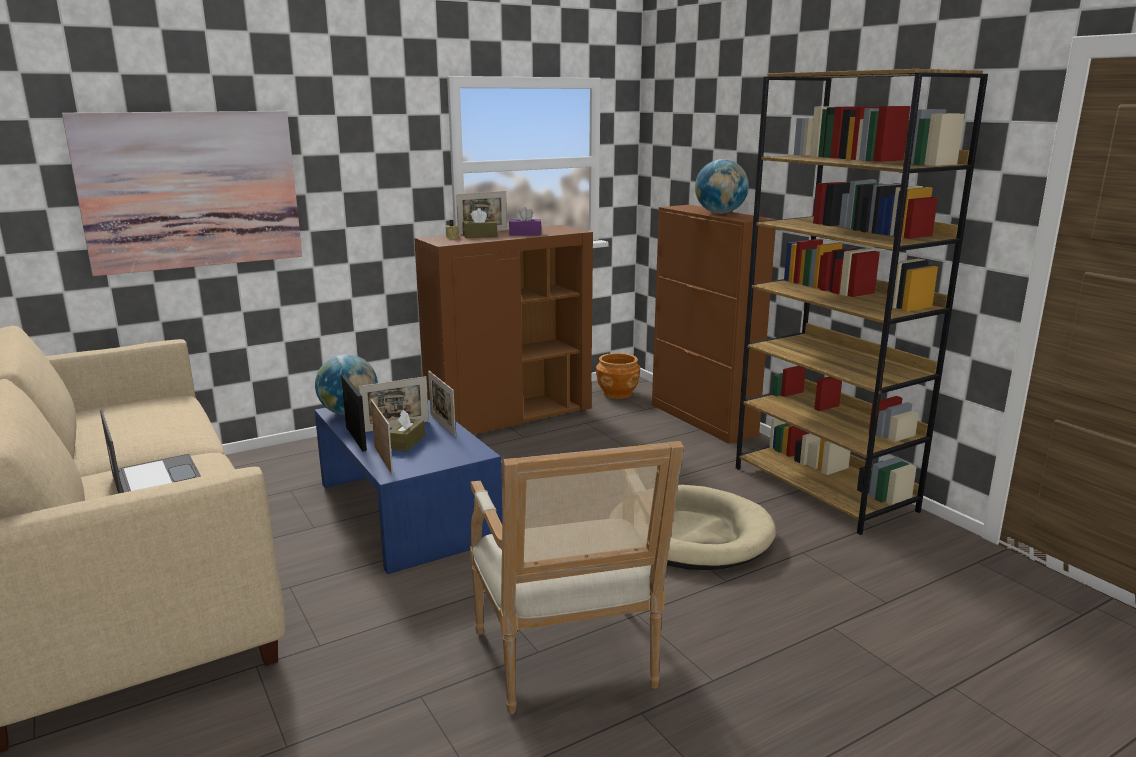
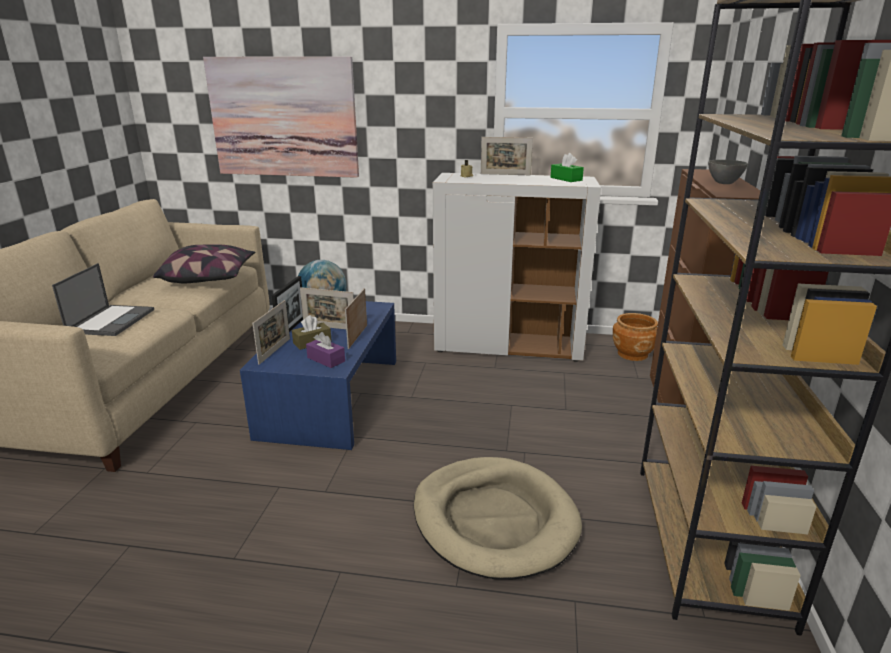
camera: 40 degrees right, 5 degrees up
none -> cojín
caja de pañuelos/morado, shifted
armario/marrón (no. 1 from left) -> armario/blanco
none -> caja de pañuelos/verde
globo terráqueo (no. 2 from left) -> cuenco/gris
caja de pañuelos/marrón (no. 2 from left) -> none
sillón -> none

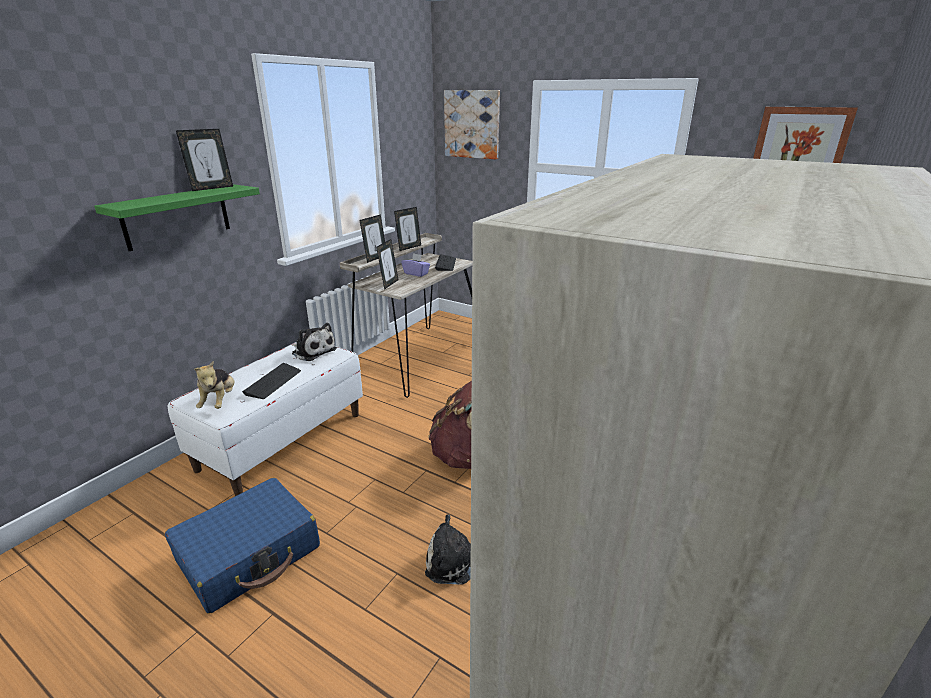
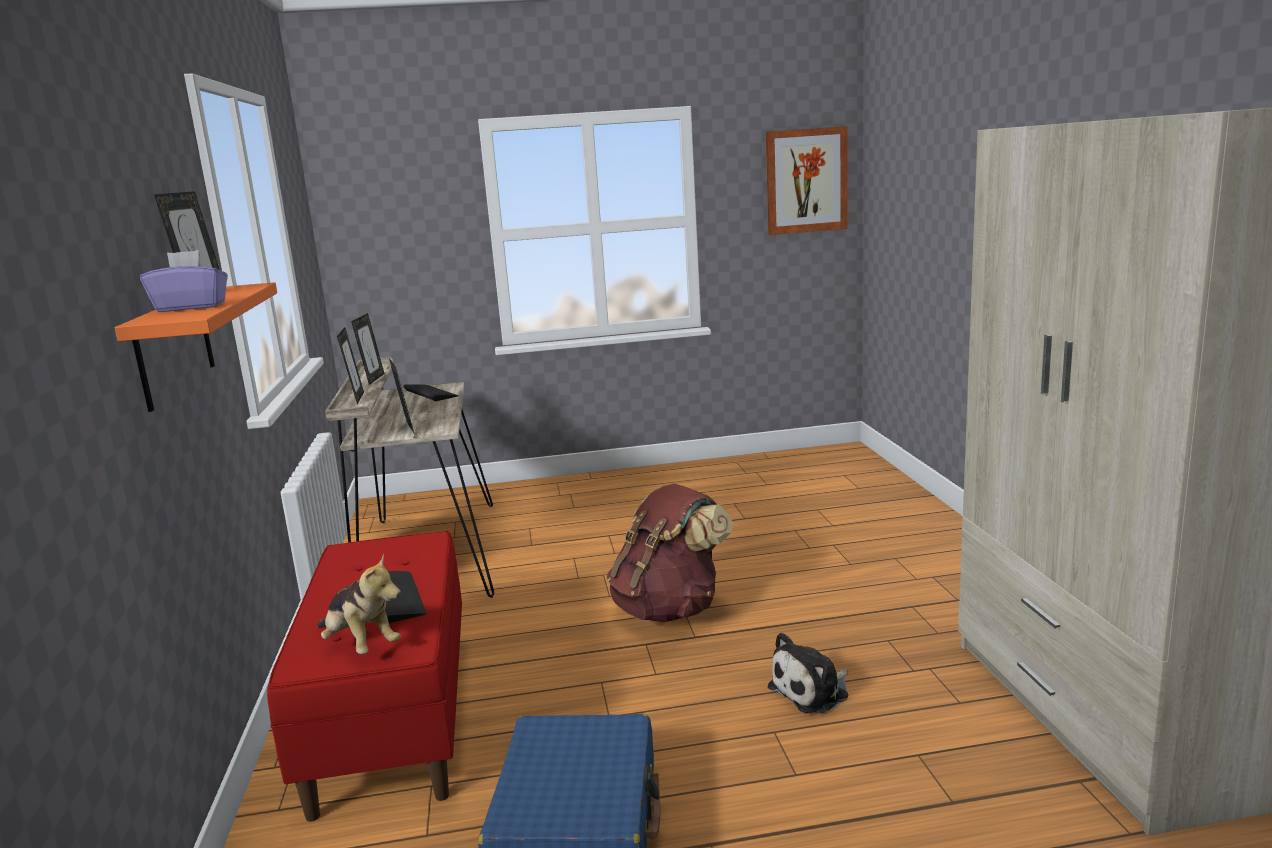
camera: 40 degrees left, 10 degrees down
estante/verde -> estante/naranja
caja de pañuelos/morado, shifted
banco/blanco -> banco/rojo
peluche (no. 2 from left) -> none
cuadro (no. 1 from left) -> none

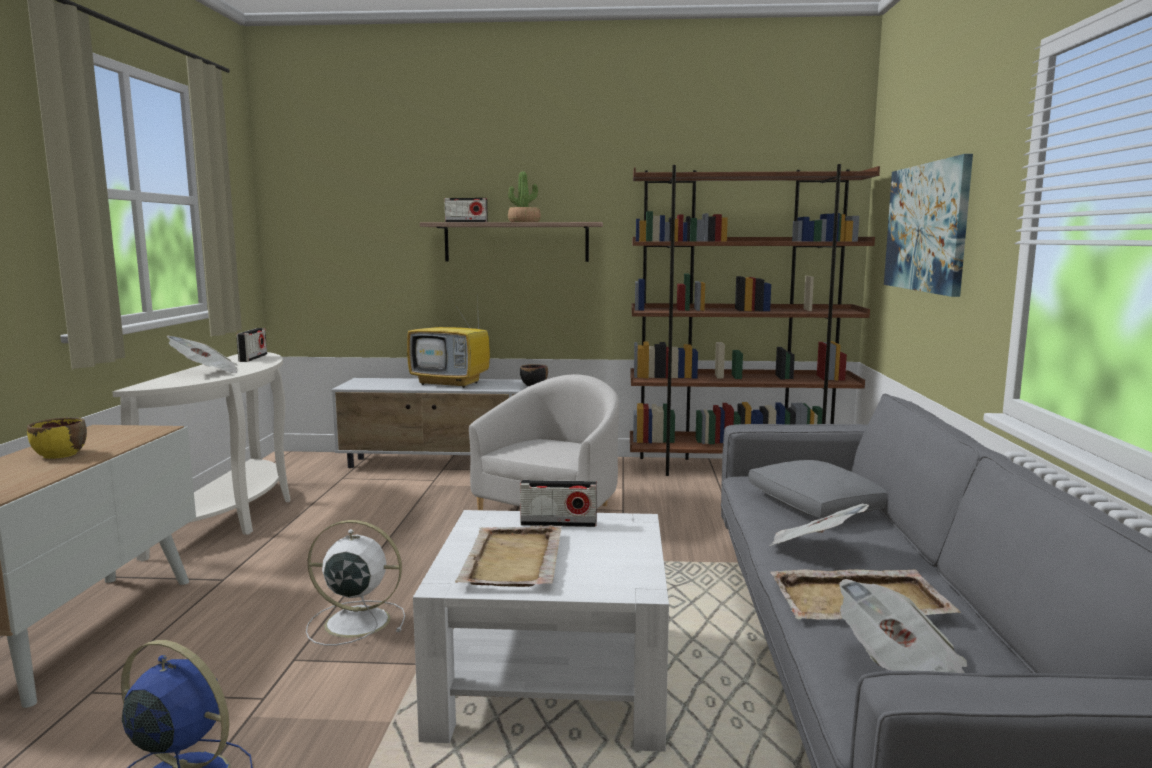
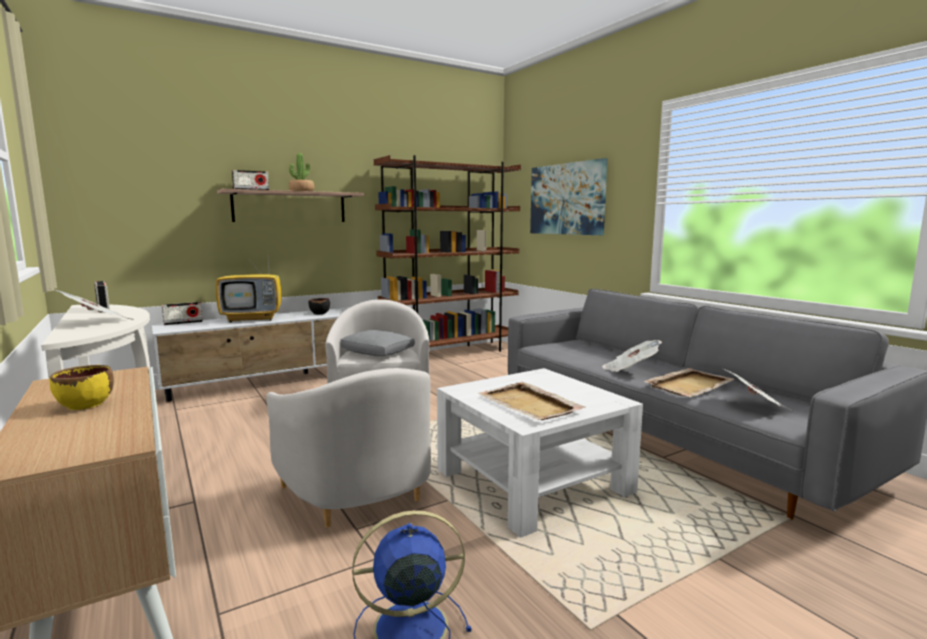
camera: 35 degrees left, 0 degrees up
radio (no. 3 from left in the first image) -> radio (no. 2 from left), shifted
ventilador/blanco -> sillón/blanco (no. 1 from left)
cojín/gris, shifted

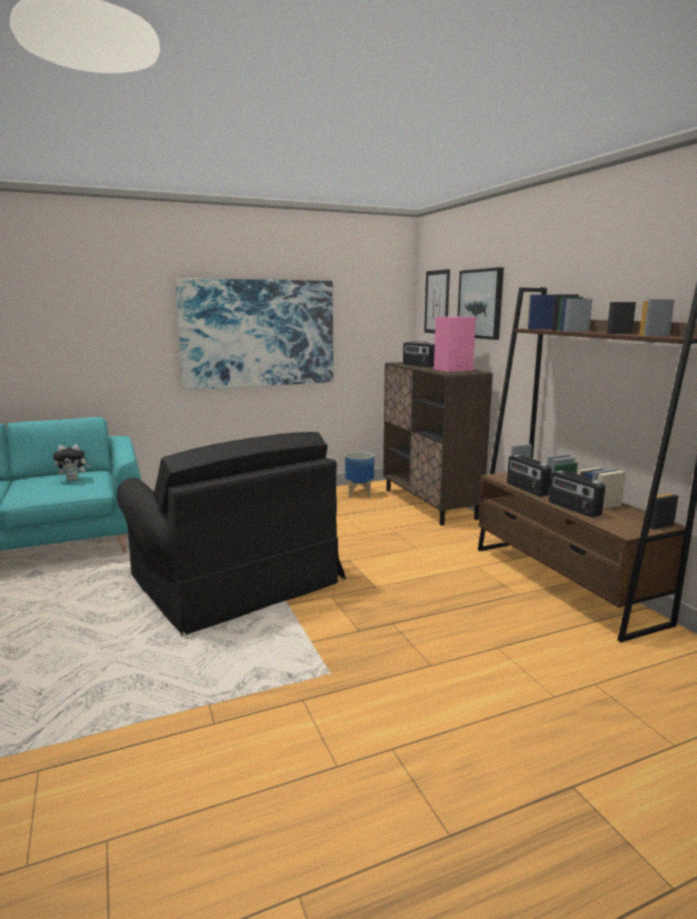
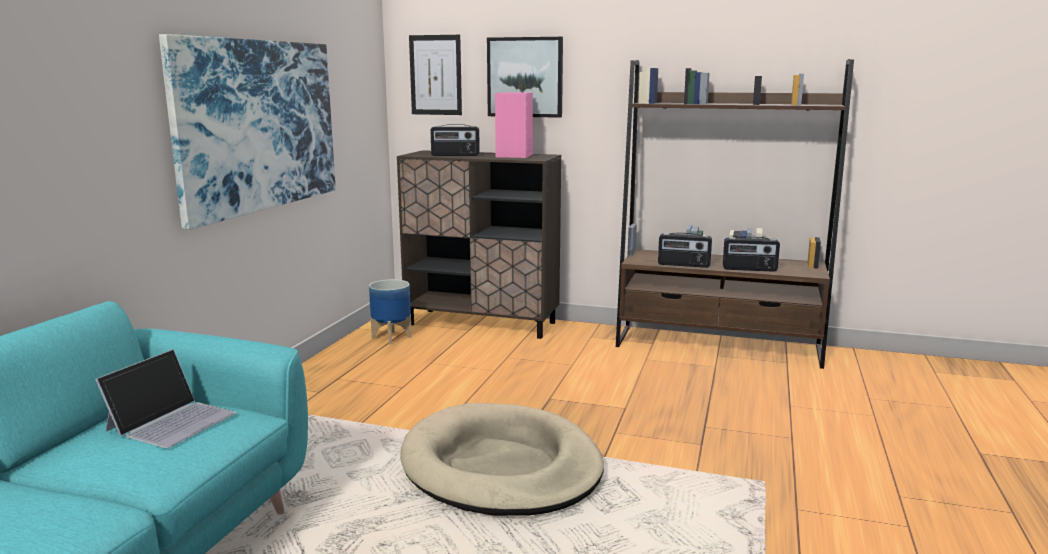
camera: 50 degrees left, 0 degrees up
peluche -> portátil
sillón/negro -> cama para perro/beis

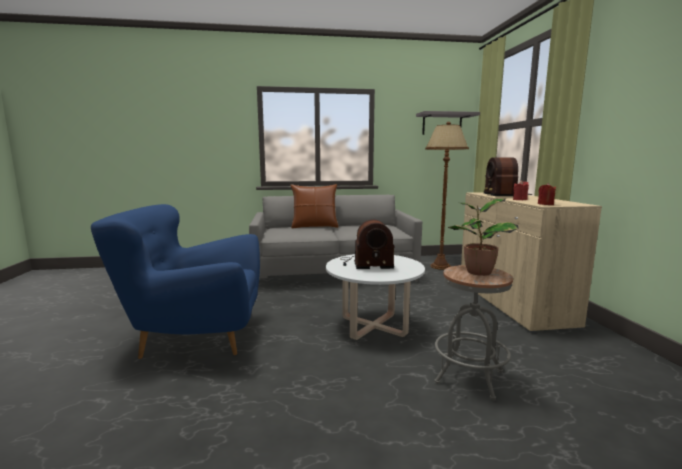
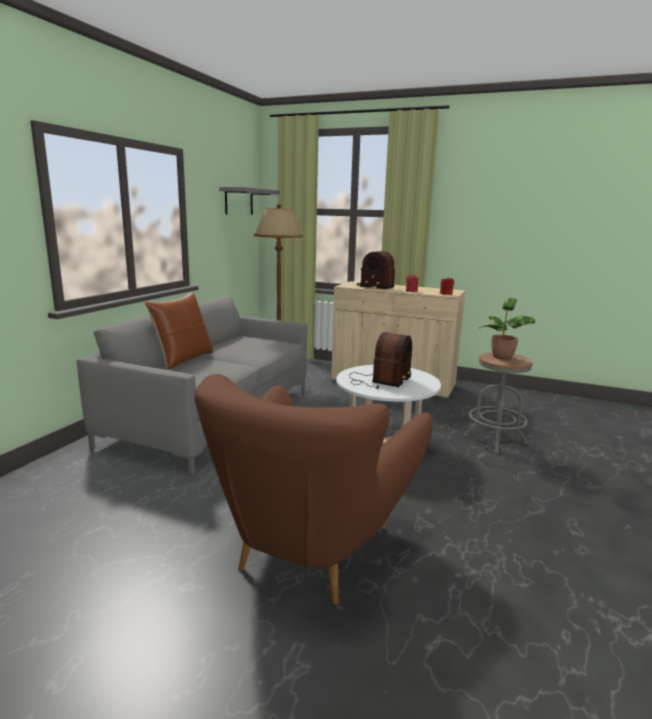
camera: 60 degrees left, 5 degrees up
sillón/azul -> sillón/marrón

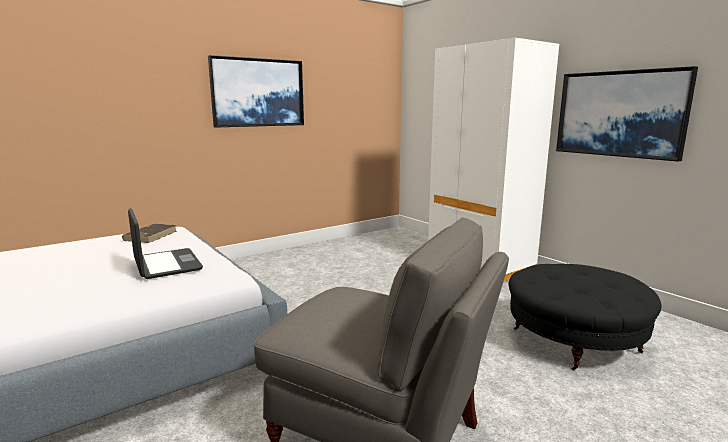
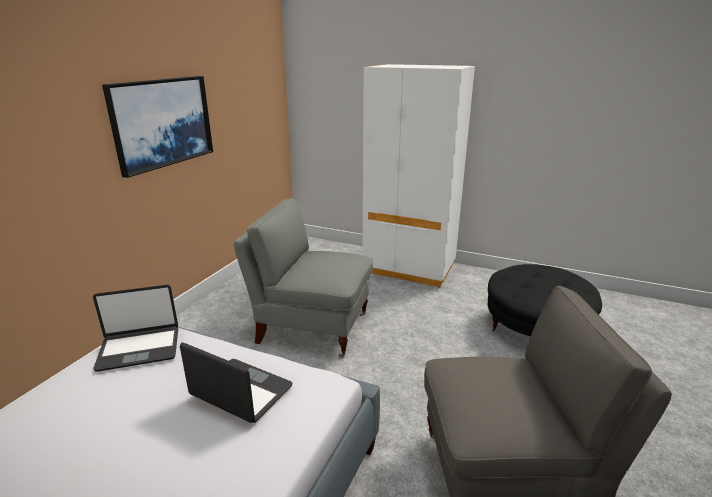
camera: 30 degrees left, 10 degrees up
libro/marrón -> portátil (no. 1 from left)
none -> sillón/gris (no. 1 from left)
cuadro (no. 2 from left) -> none

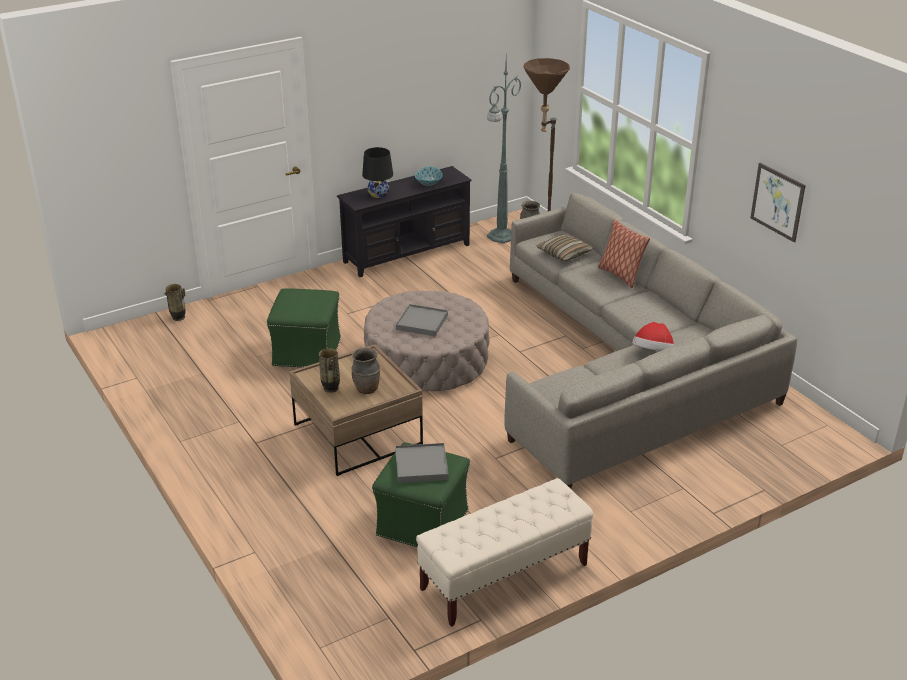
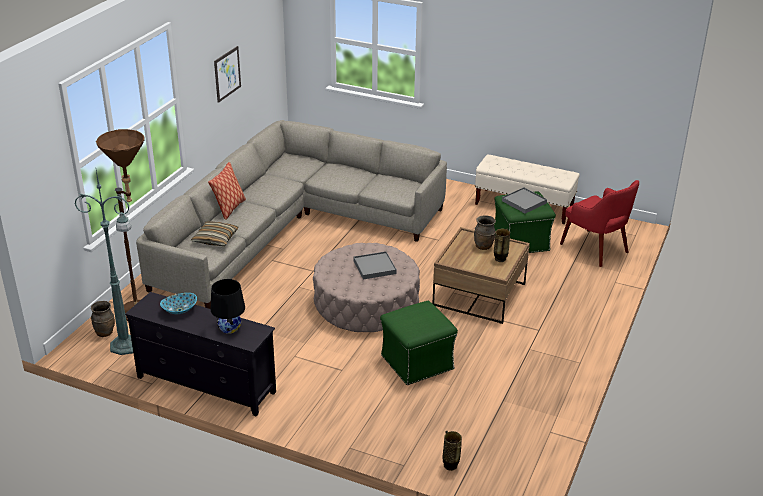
camera: 125 degrees left, 0 degrees up
none -> sillón/rojo
sombrero -> none

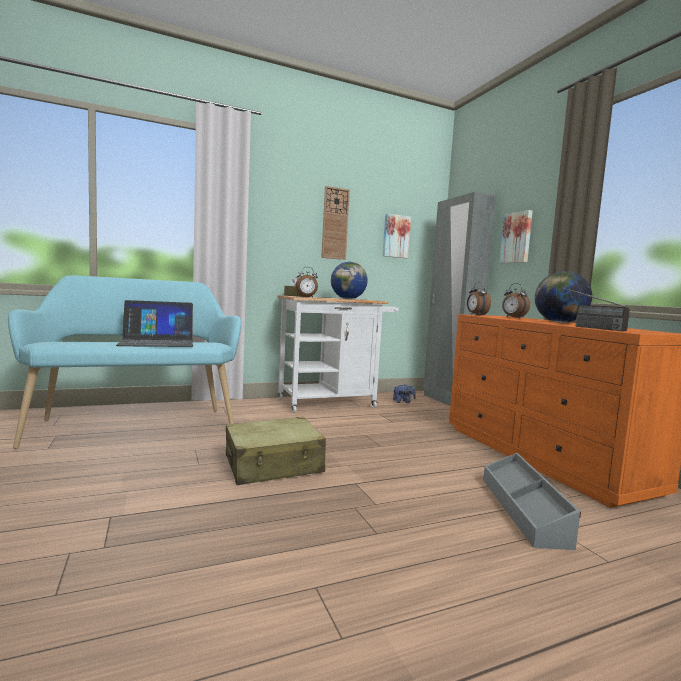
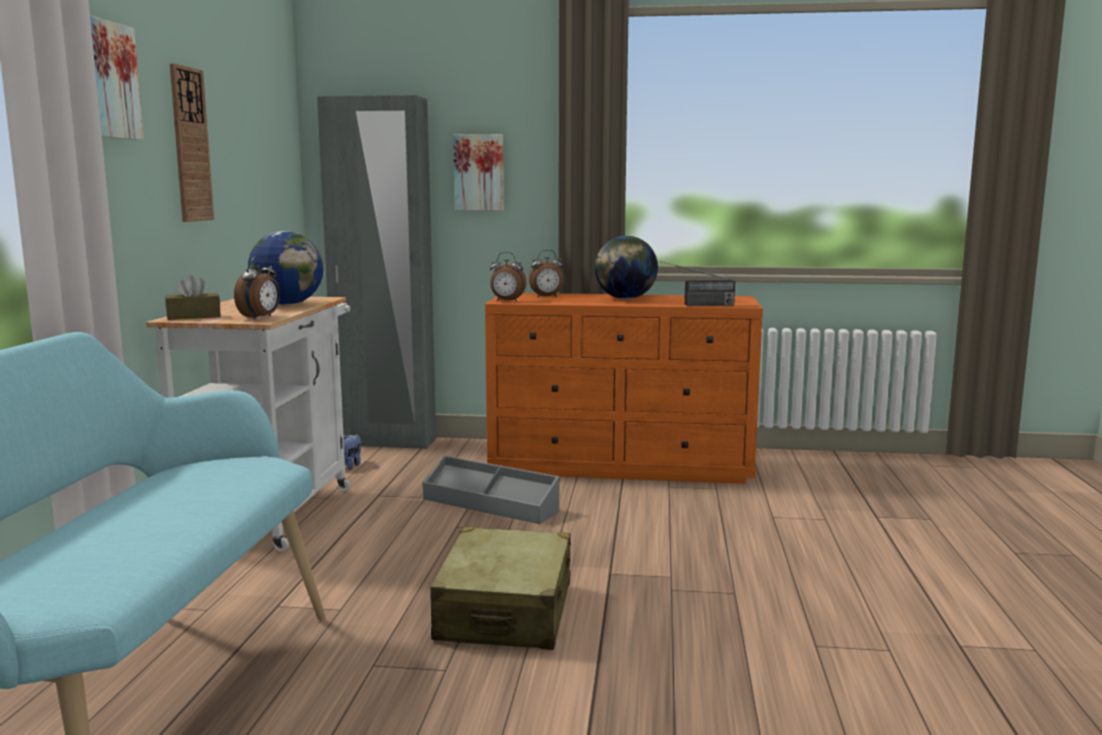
camera: 60 degrees left, 5 degrees up
cuadro (no. 1 from left), shifted
caja de almacenaje/gris, shifted
portátil -> none

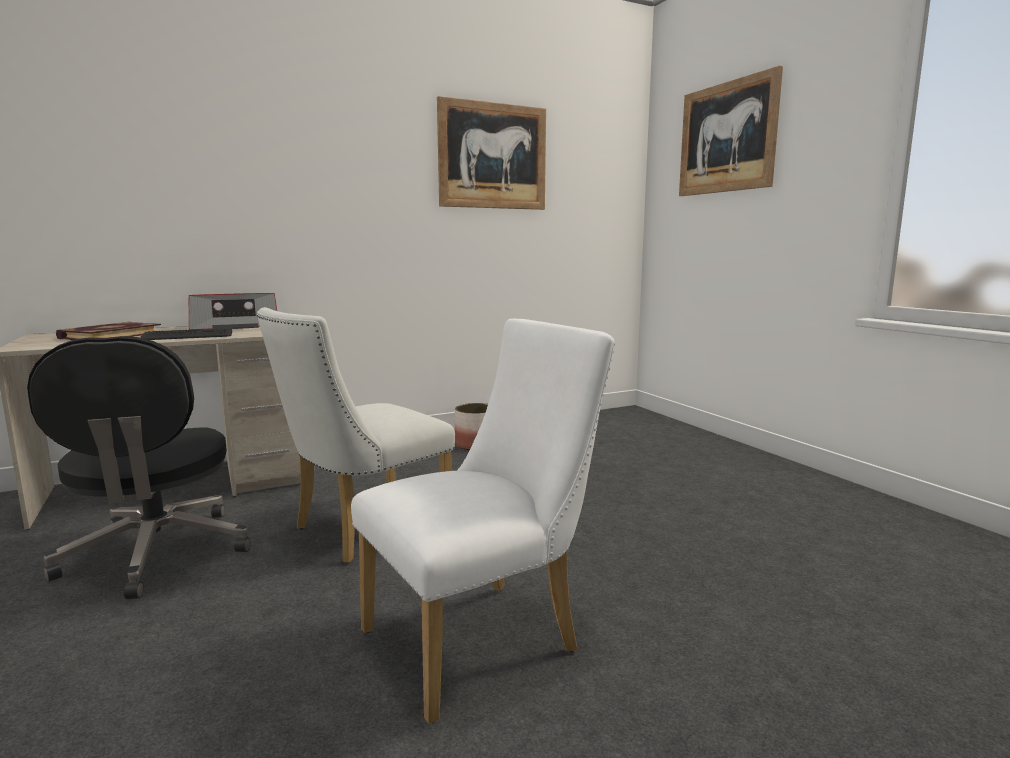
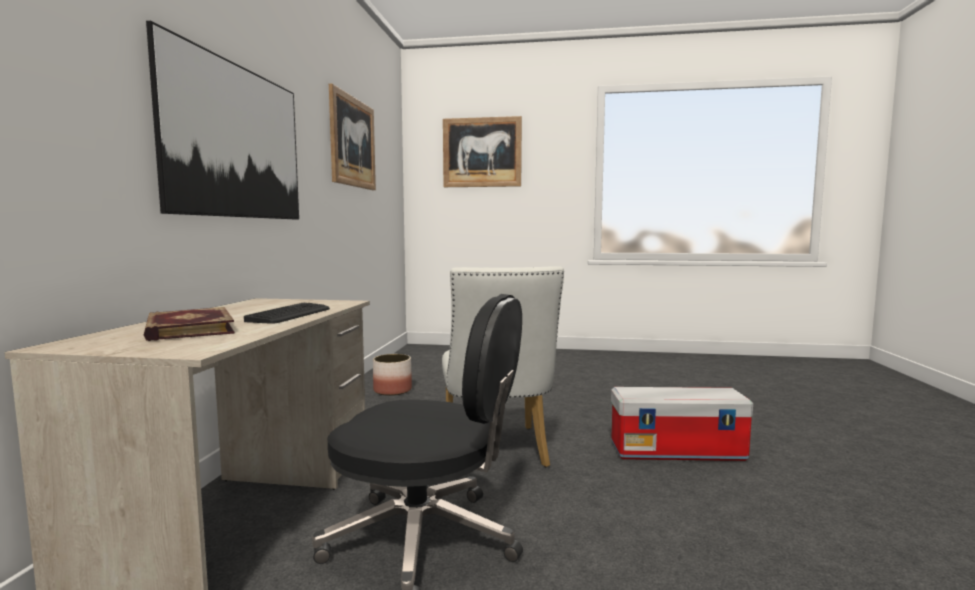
camera: 55 degrees left, 5 degrees down
none -> cuadro (no. 1 from left)
silla/blanco (no. 2 from left) -> caja de almacenaje
radio -> none

